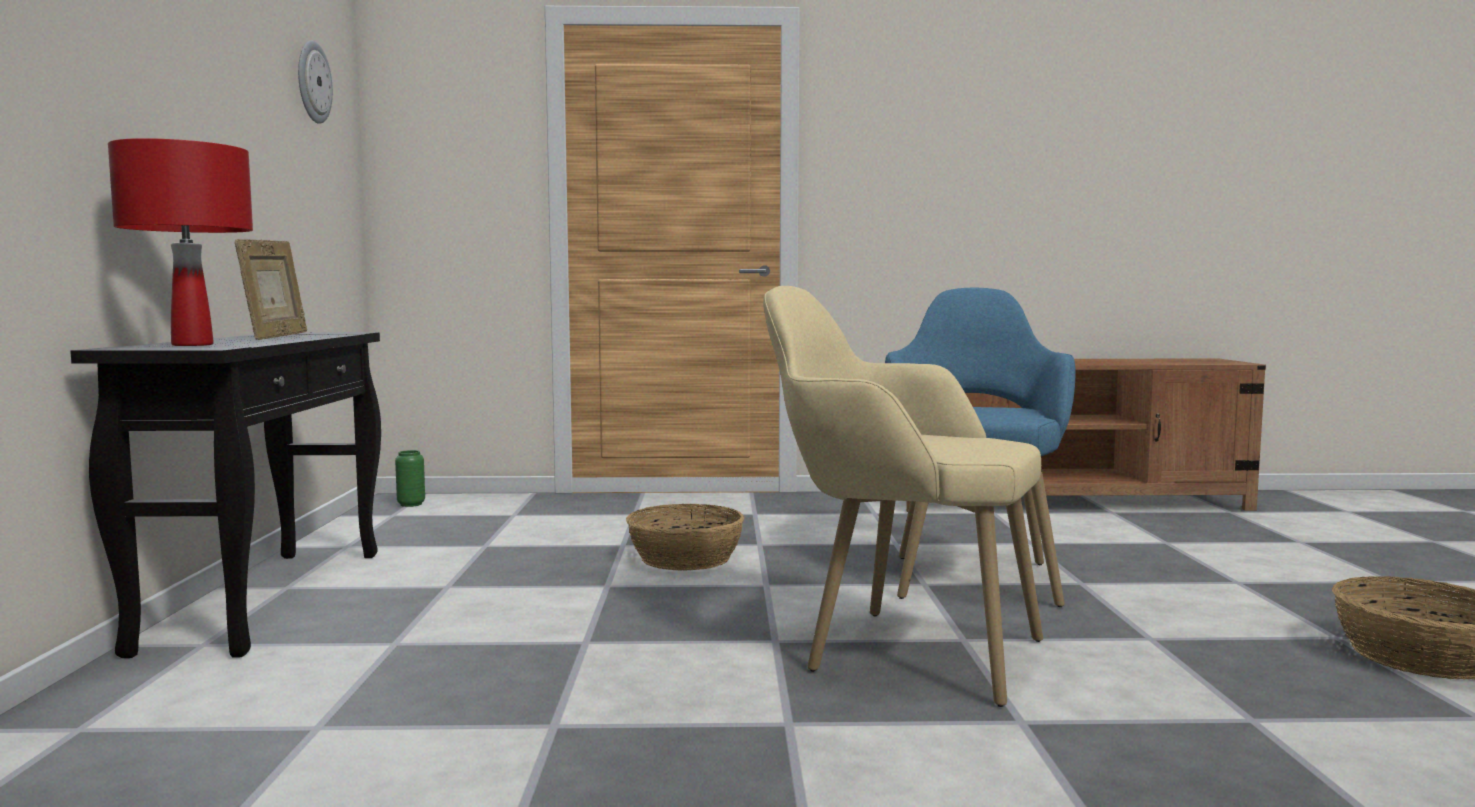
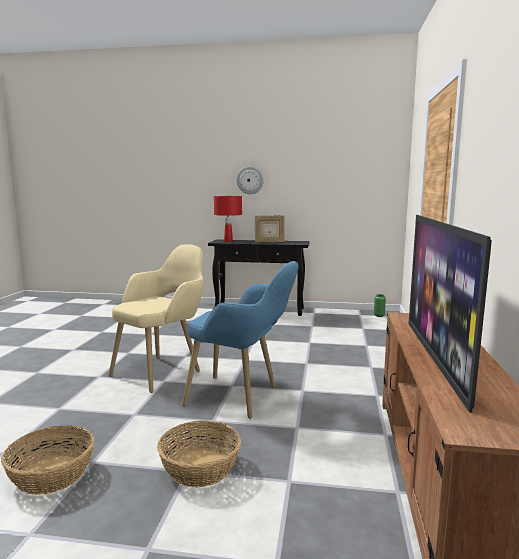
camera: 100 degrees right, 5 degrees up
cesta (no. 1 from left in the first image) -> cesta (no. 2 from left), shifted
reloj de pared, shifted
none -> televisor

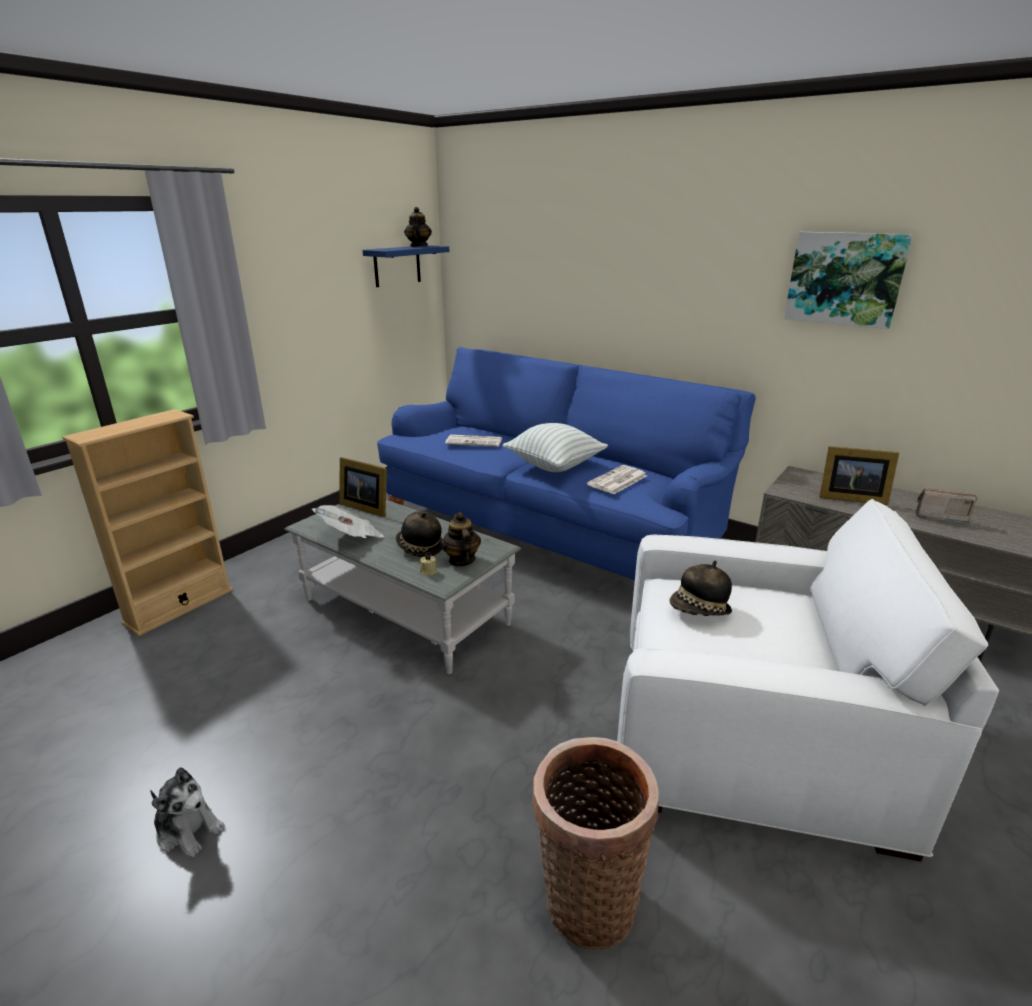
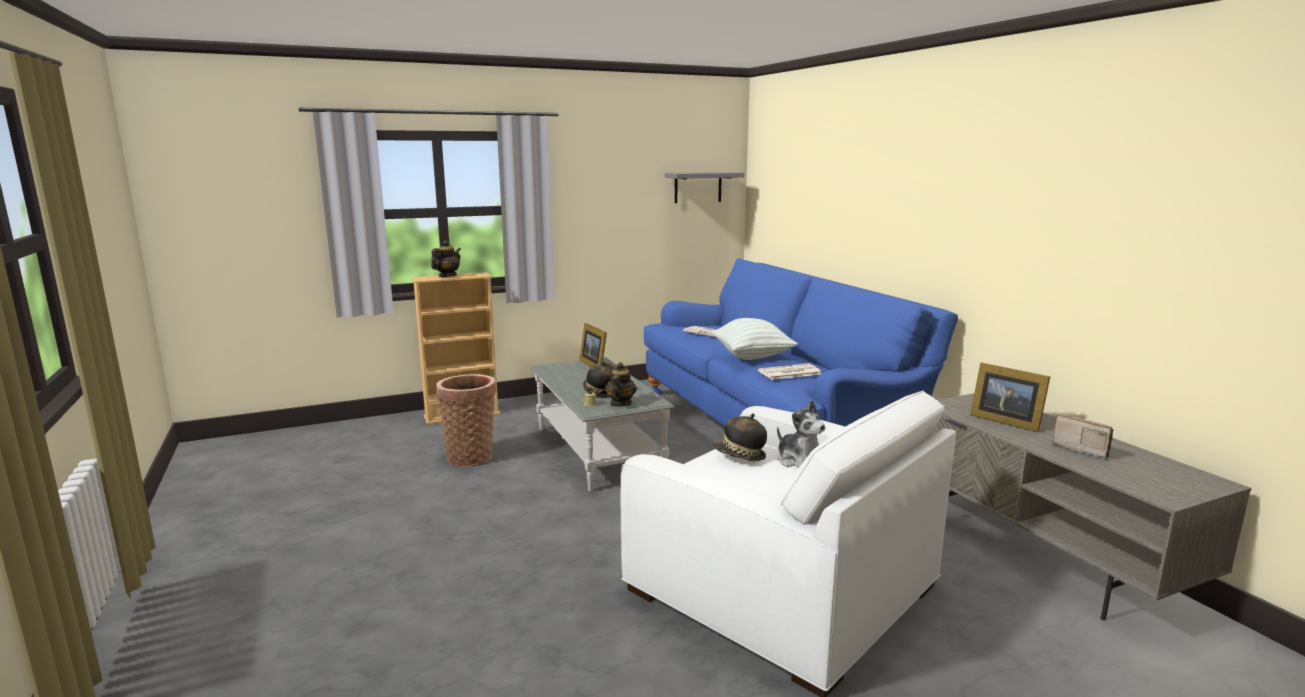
camera: 30 degrees right, 10 degrees down
tetera (no. 1 from left), shifted
cesta, shifted
estante/azul -> estante/gris
peluche, shifted
periódico (no. 1 from left) -> none
cuadro -> none

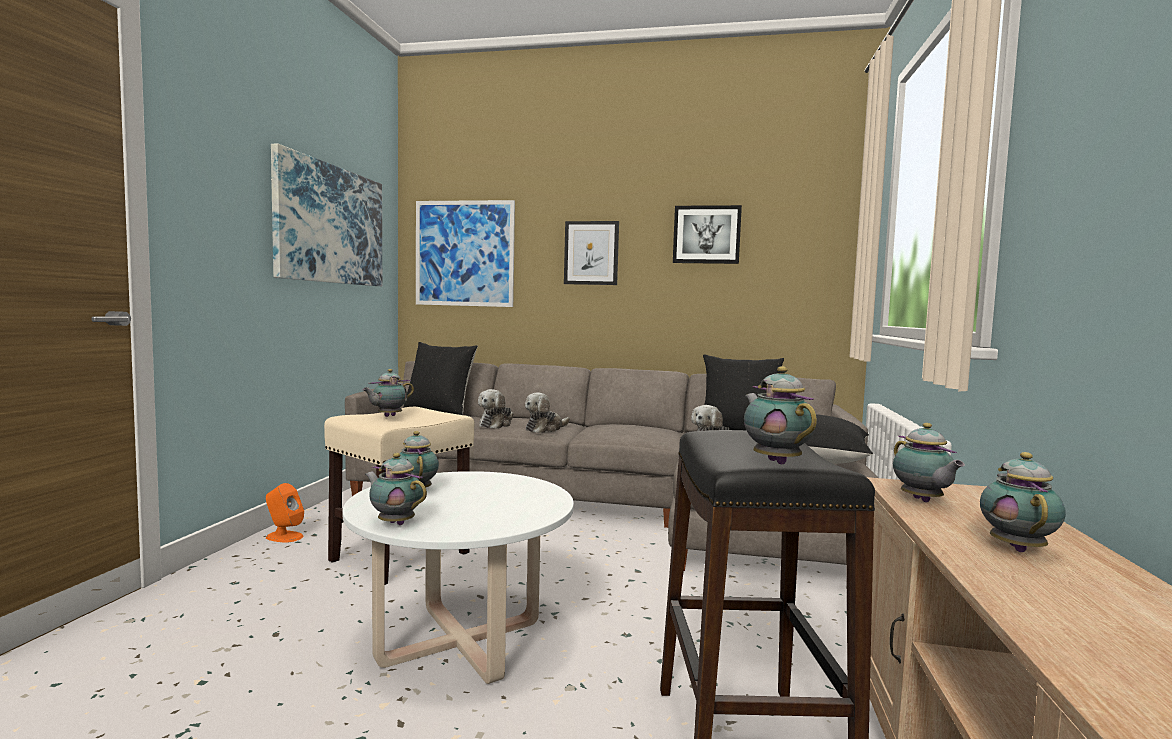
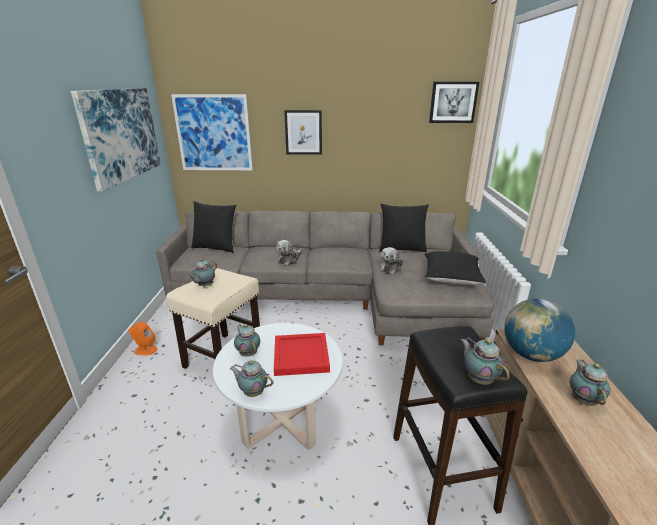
camera: 10 degrees left, 20 degrees up
none -> bandeja/rojo
cuadro (no. 4 from left), shifted
tetera (no. 5 from left) -> globo terráqueo
peluche (no. 1 from left) -> none

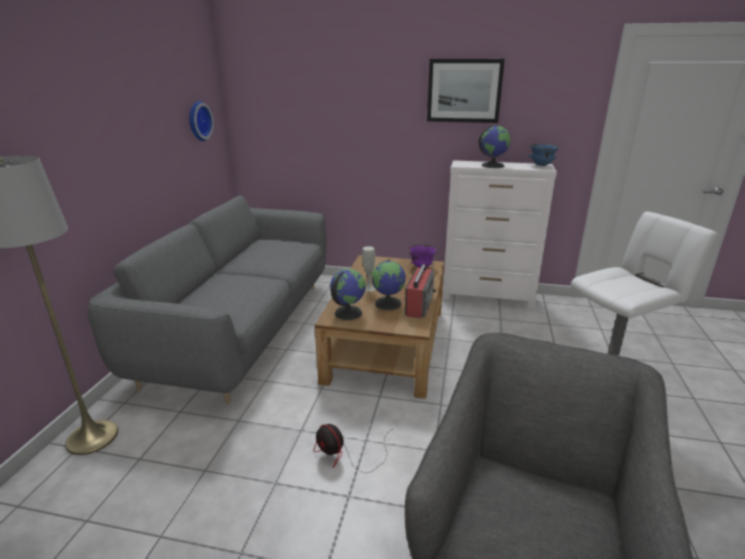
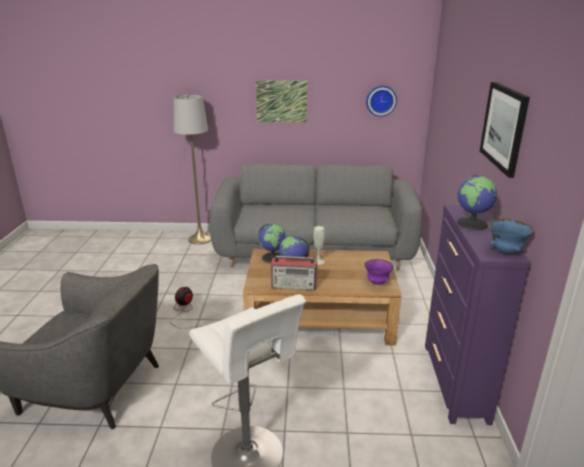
camera: 80 degrees right, 0 degrees up
none -> cuadro (no. 1 from left)
cómoda/blanco -> cómoda/morado

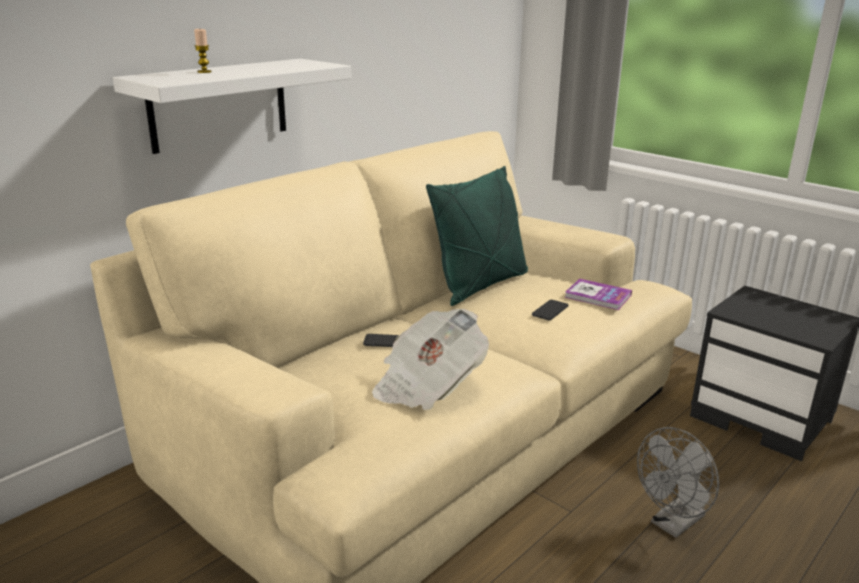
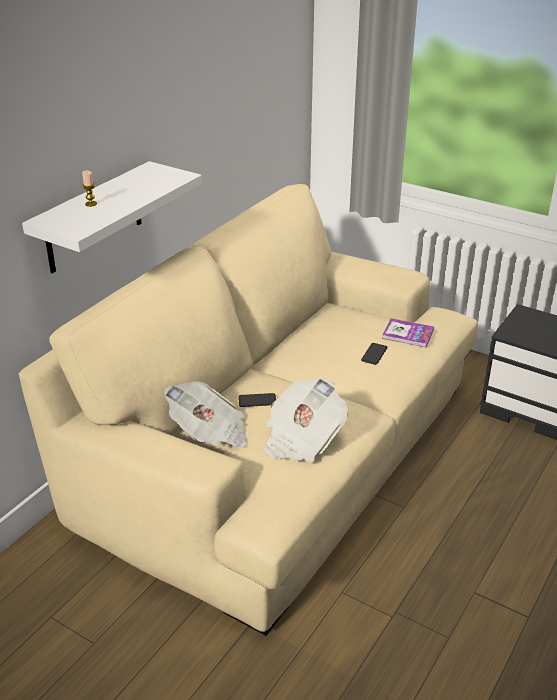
camera: 10 degrees left, 10 degrees up
none -> periódico (no. 1 from left)
cojín/verde -> none
ventilador/gris -> none

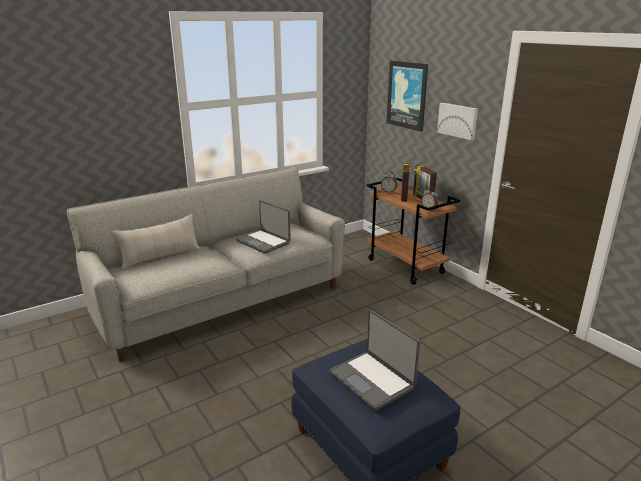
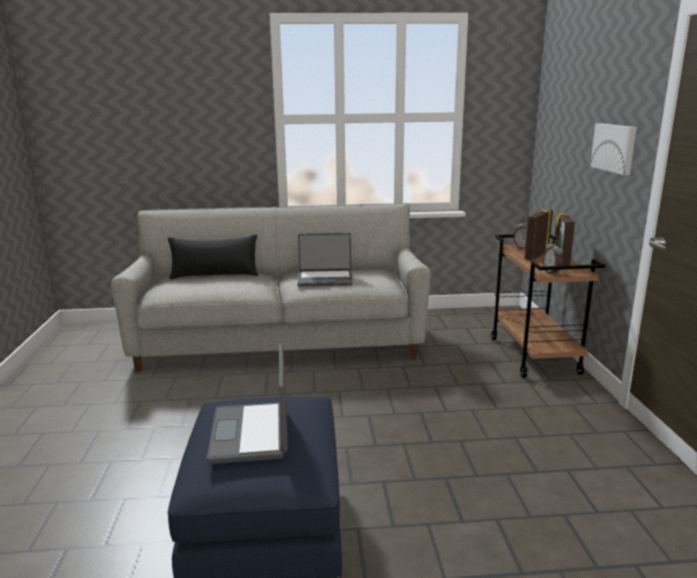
camera: 30 degrees right, 5 degrees down
cojín/beis -> cojín/negro
portátil (no. 1 from left in the first image) -> portátil (no. 2 from left), 75 degrees counterclockwise
cuadro (no. 1 from left) -> none

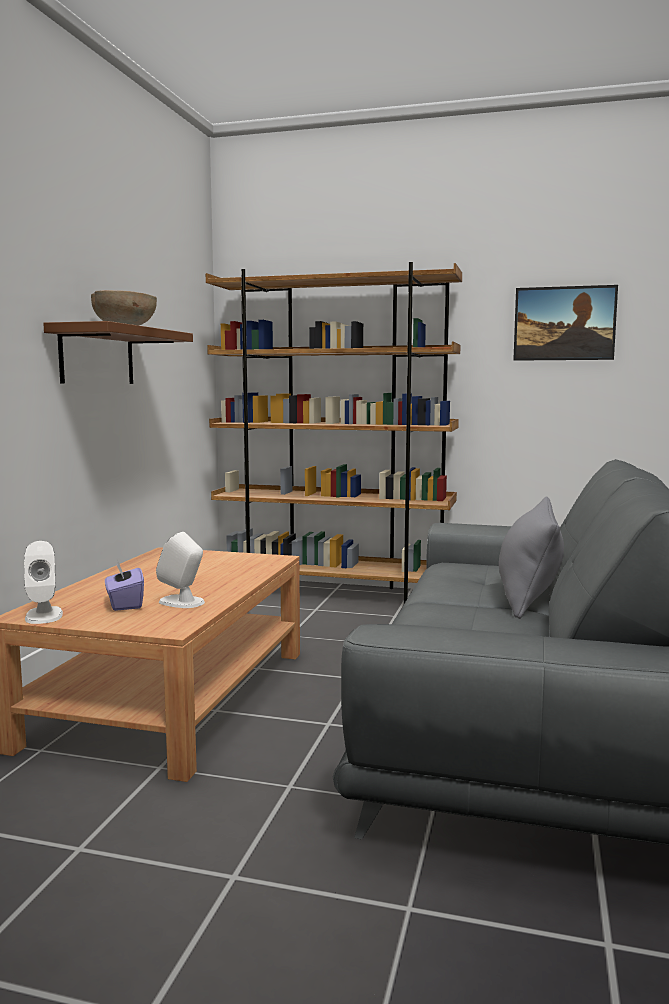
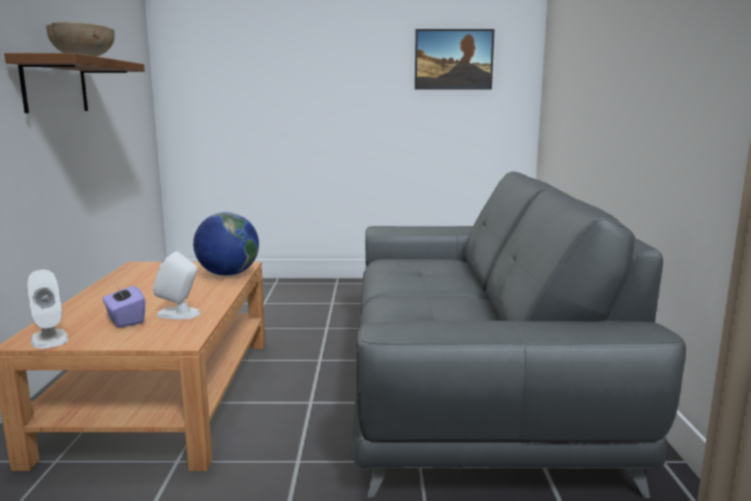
camera: 15 degrees left, 5 degrees up
none -> globo terráqueo
estantería/marrón -> none
cojín/gris -> none

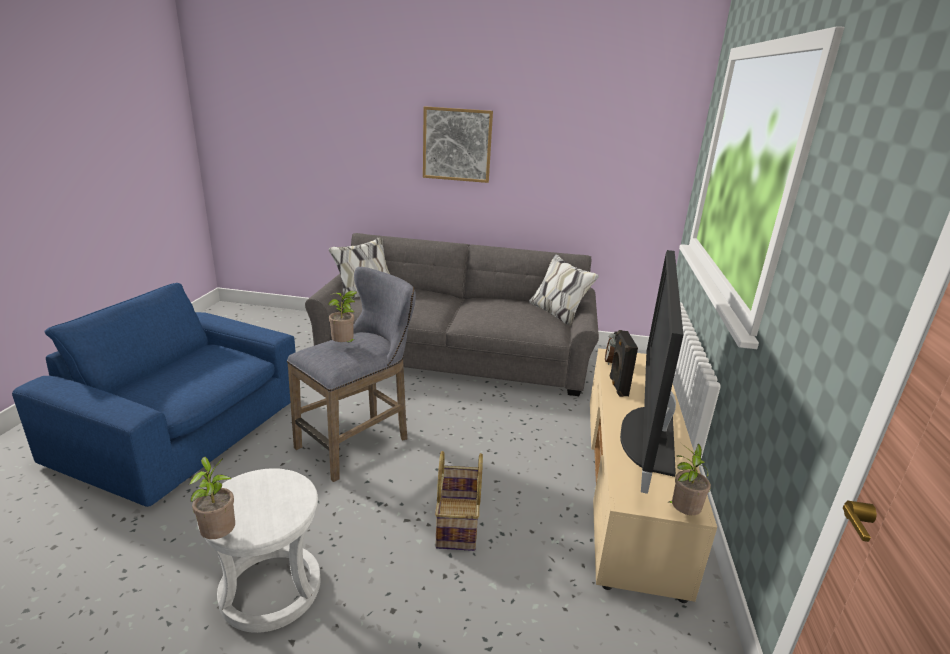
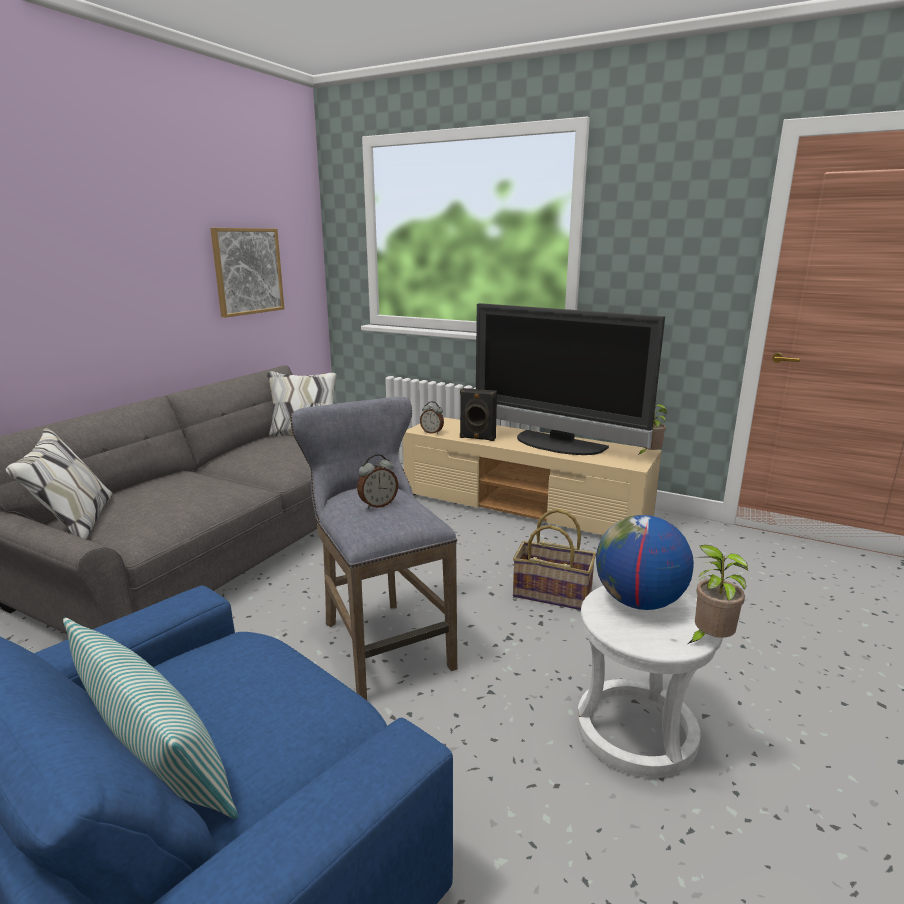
camera: 70 degrees left, 5 degrees down
none -> cojín
cuadro, shifted
planta en maceta (no. 2 from left) -> despertador (no. 1 from left)
none -> globo terráqueo

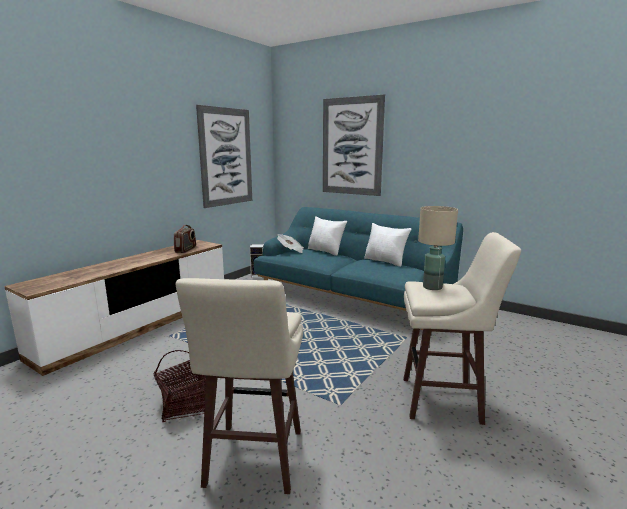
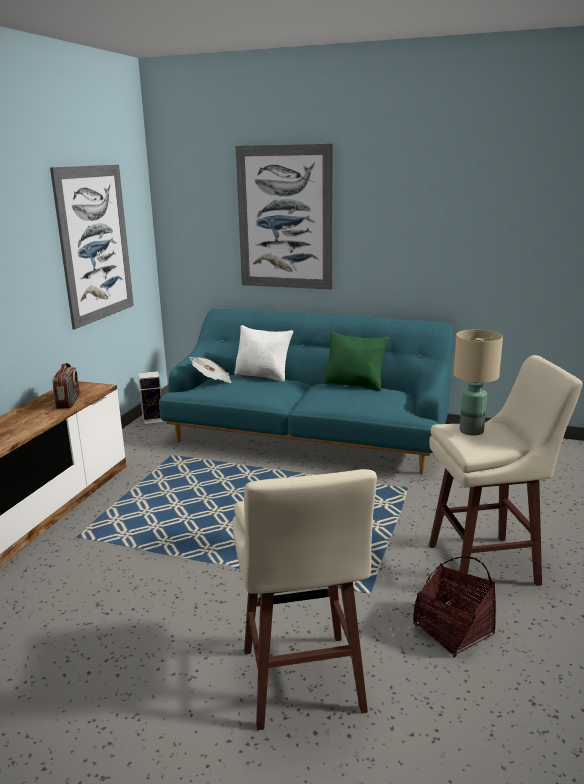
camera: 15 degrees left, 5 degrees up
cojín/blanco (no. 2 from left) -> cojín/verde
cesta, shifted

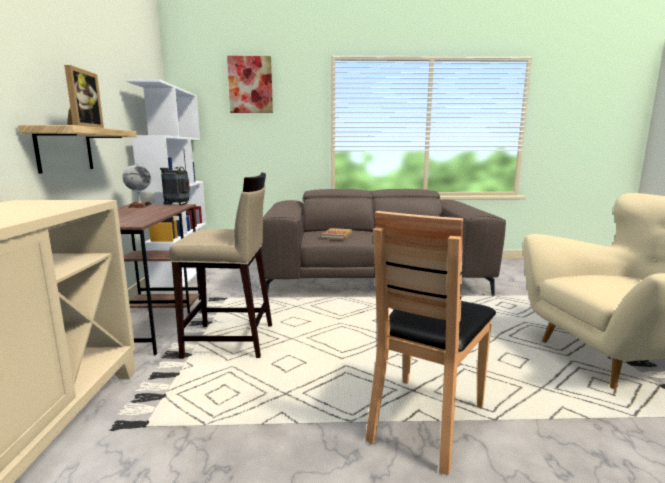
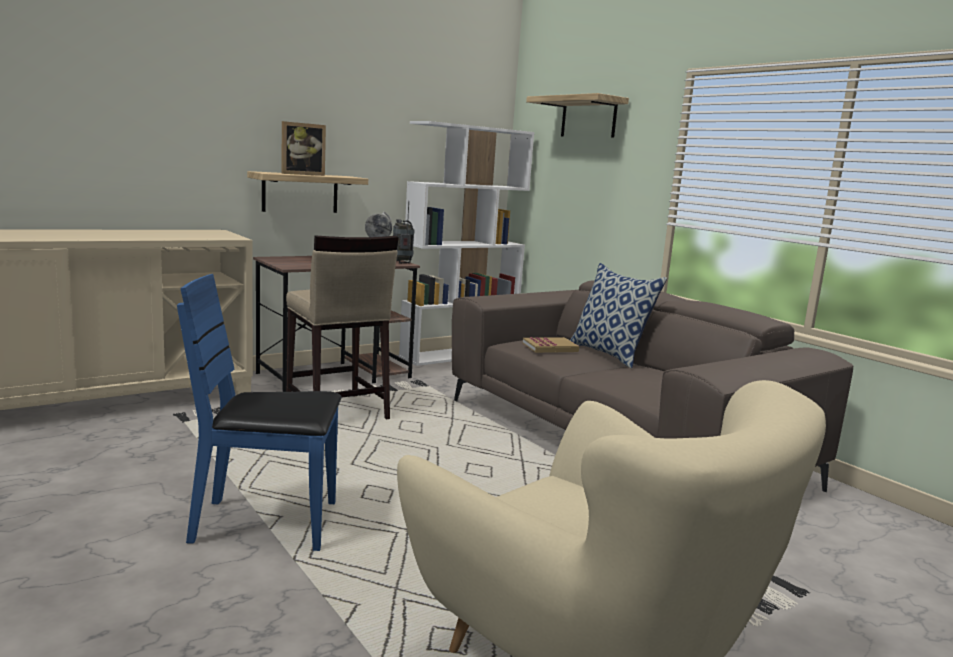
camera: 55 degrees right, 0 degrees up
silla/marrón -> silla/azul
cuadro -> estante (no. 2 from left)
none -> cojín

